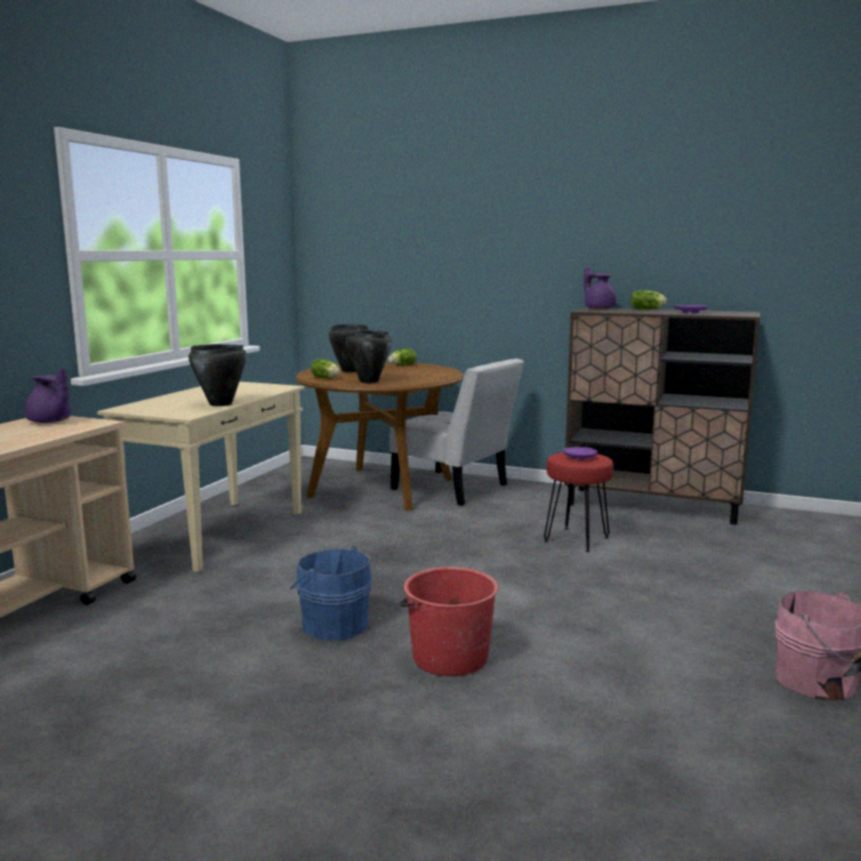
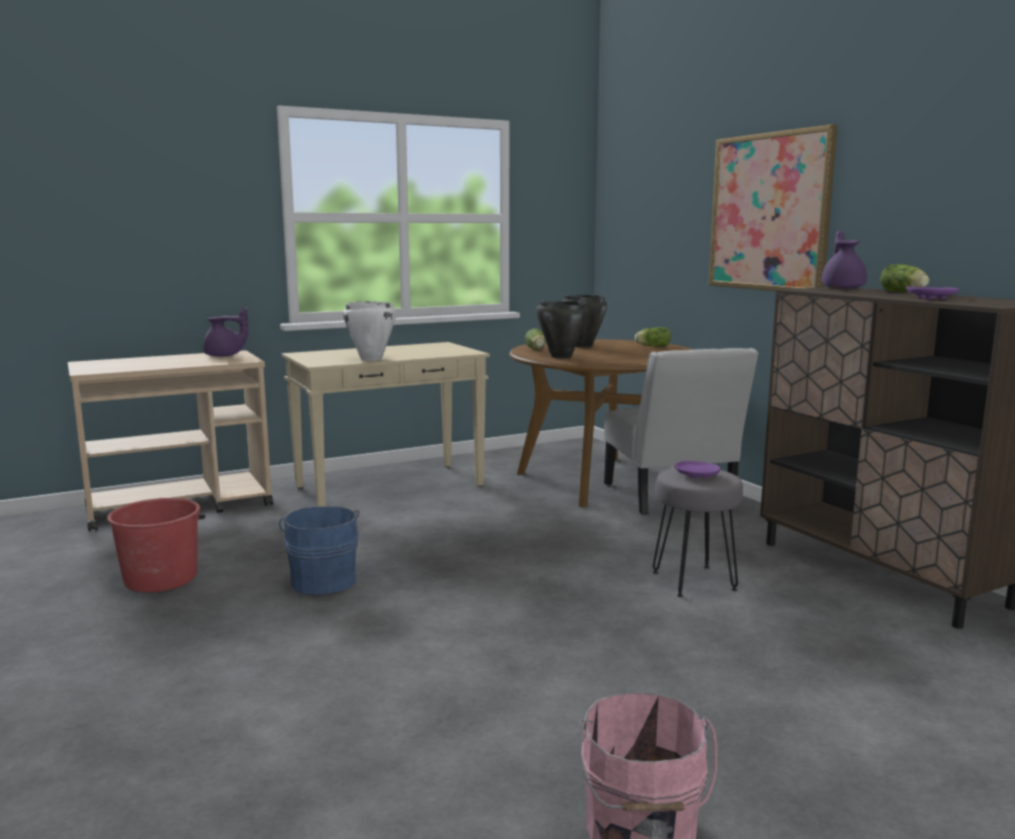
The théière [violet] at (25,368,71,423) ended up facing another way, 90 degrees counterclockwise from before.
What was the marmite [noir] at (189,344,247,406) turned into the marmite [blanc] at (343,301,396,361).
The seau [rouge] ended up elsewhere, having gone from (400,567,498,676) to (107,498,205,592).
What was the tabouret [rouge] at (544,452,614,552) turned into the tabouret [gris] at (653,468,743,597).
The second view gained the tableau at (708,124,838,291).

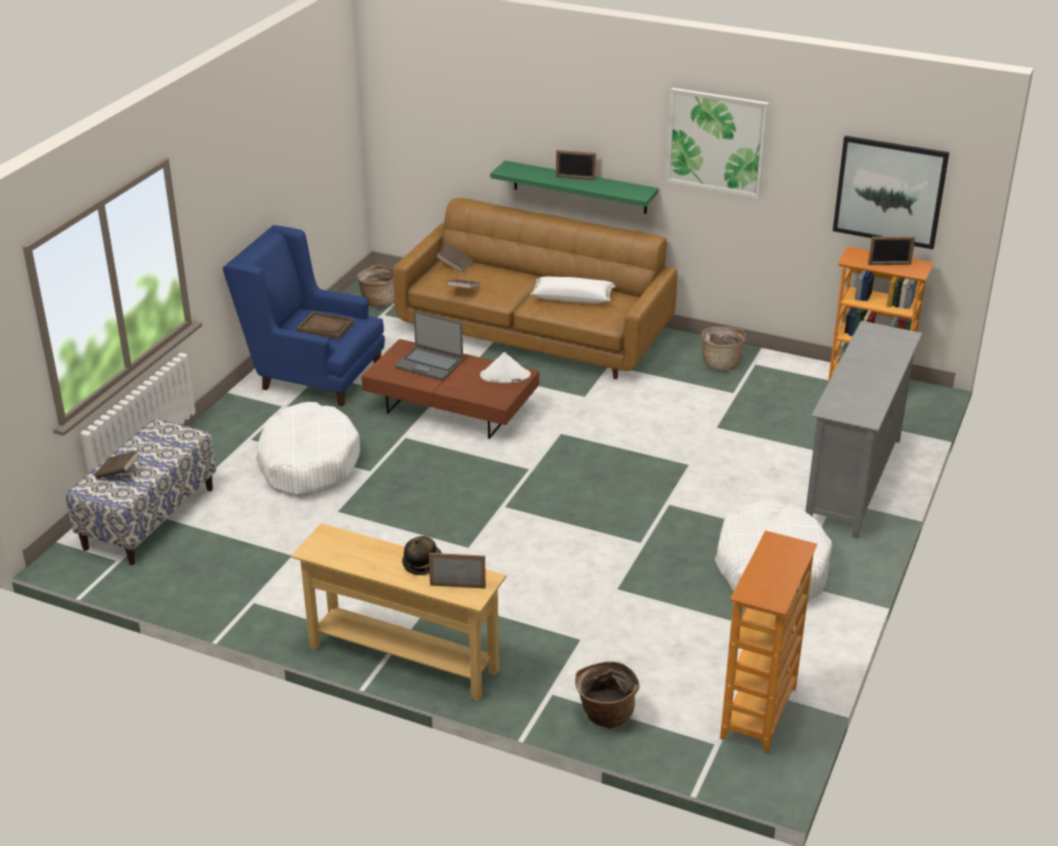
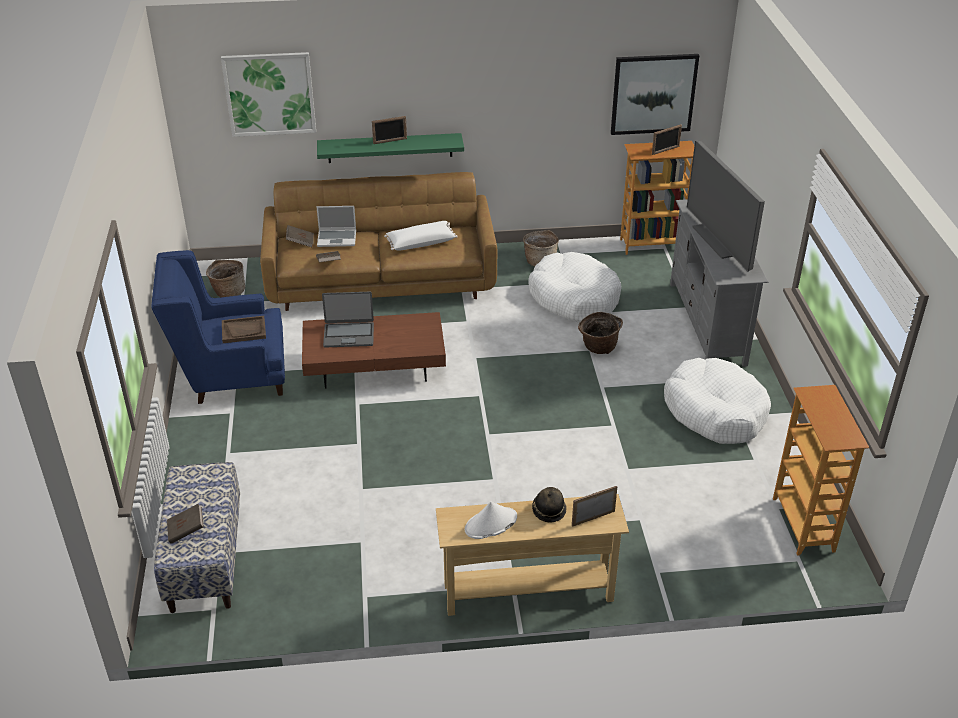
The panier pour chien [blanc] ended up elsewhere, having gone from (256,402,360,497) to (529,252,621,323).
The chapeau [blanc] ended up elsewhere, having gone from (480,352,531,383) to (465,502,517,539).
The panier ended up elsewhere, having gone from (575,661,640,729) to (578,312,623,354).
The tableau ended up elsewhere, having gone from (666,88,769,198) to (221,52,316,137).
The second view gained the ordinateur portable at (316,206,356,247).
The second view gained the téléviseur at (687,141,765,272).

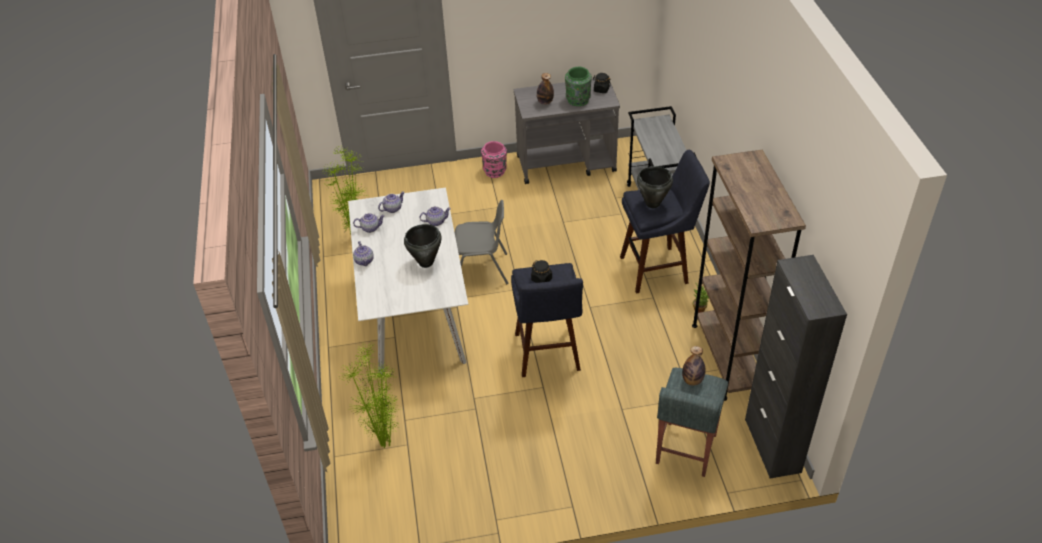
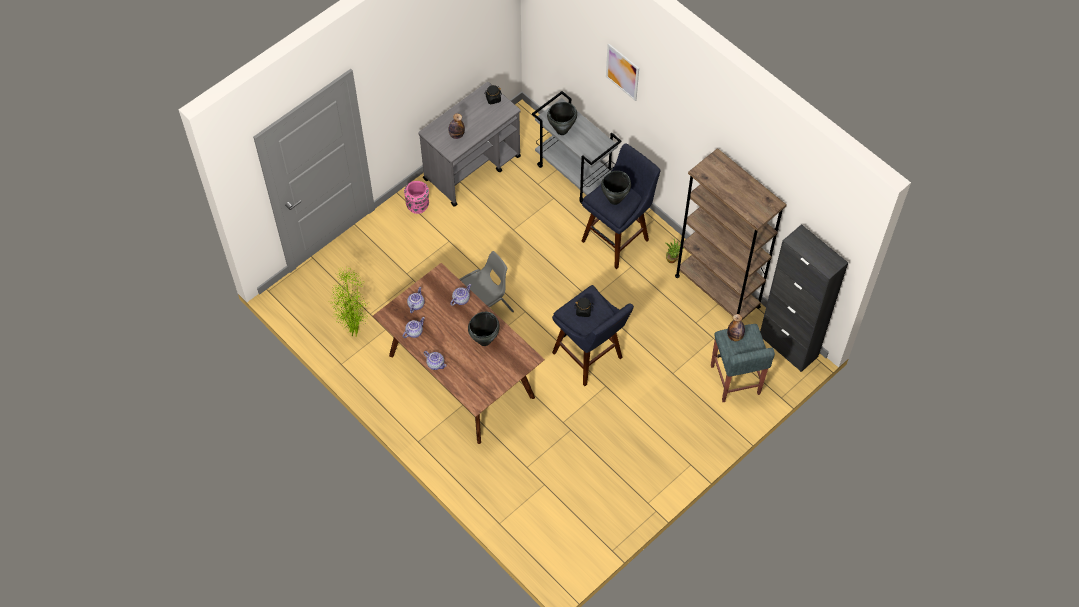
The second view lost the plante en pot at (342,342,402,448).
What was the table à manger [blanc] at (348,187,468,375) turned into the table à manger [marron] at (373,263,545,444).
The second view lost the vase [vert] at (565,67,592,106).
The second view gained the marmite [noir] at (547,102,577,135).
The second view gained the tableau at (606,43,639,101).

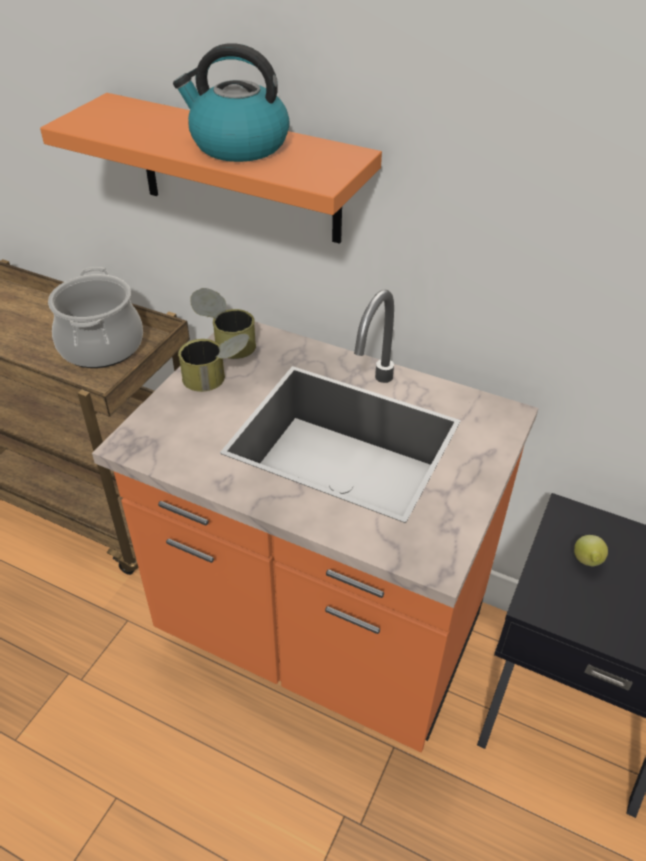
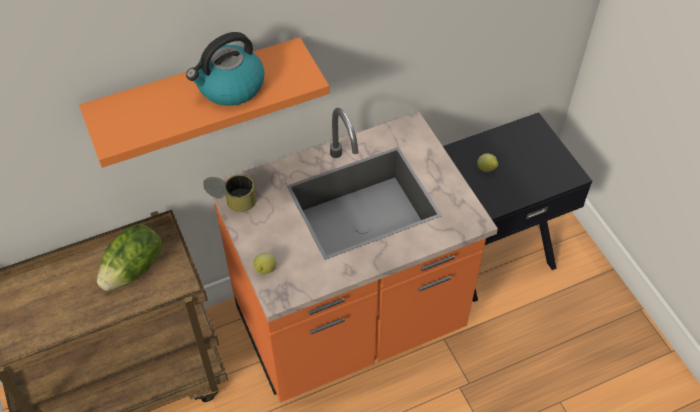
Where the marmite stood at (48,267,143,368), the laitue came to stand at (97,224,162,291).
The second view lost the boîte métallique at (178,334,250,392).
The second view gained the citron at (253,253,277,274).

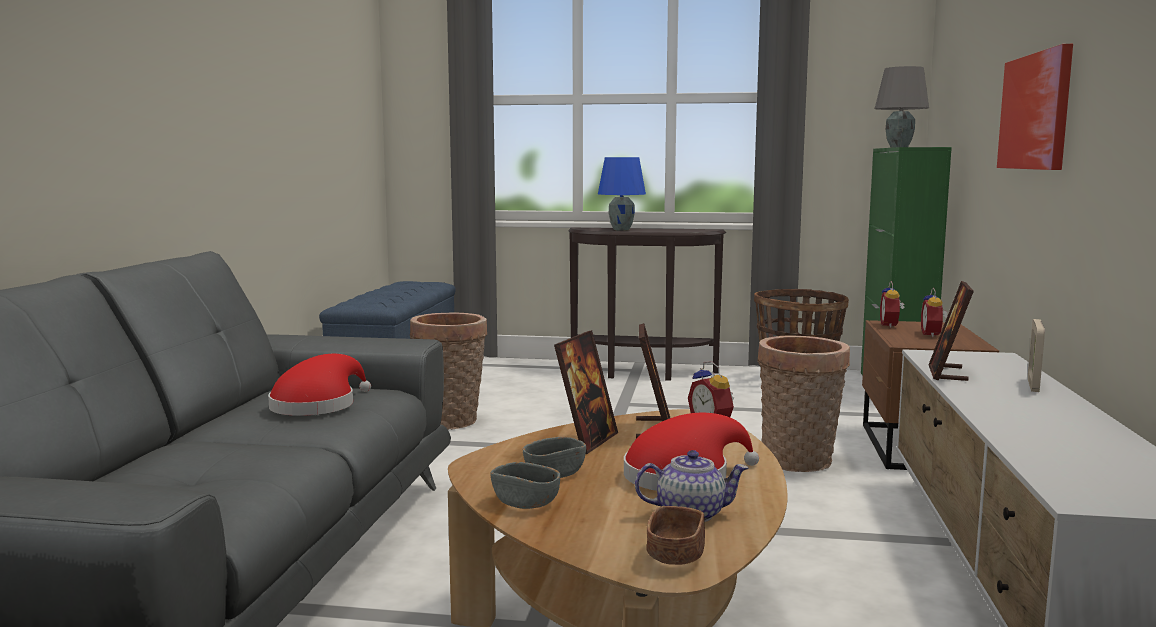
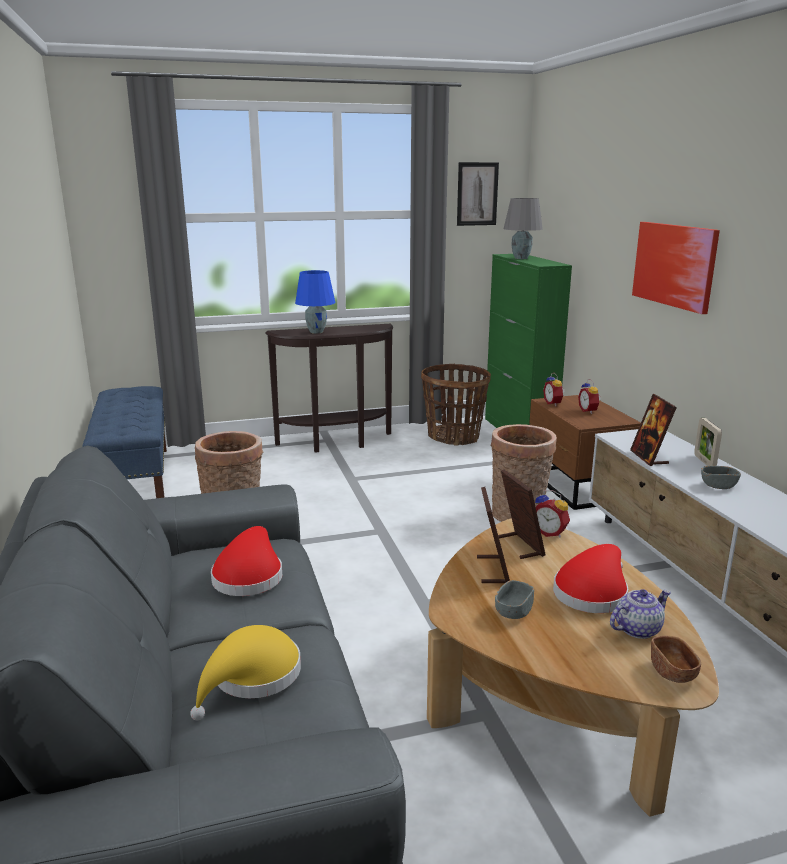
The bol [gris] ended up elsewhere, having gone from (491,462,560,509) to (701,466,741,489).
The second view gained the chapeau [jaune] at (190,625,301,720).
The second view gained the tableau at (457,162,499,226).

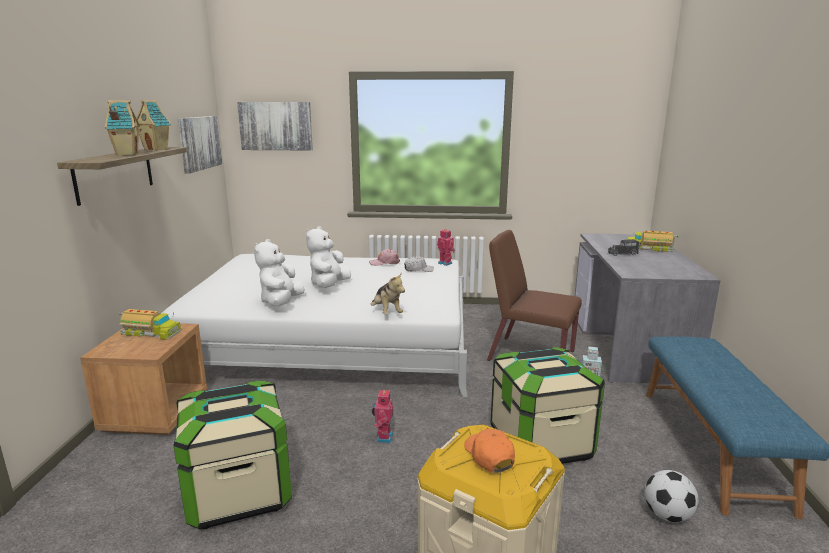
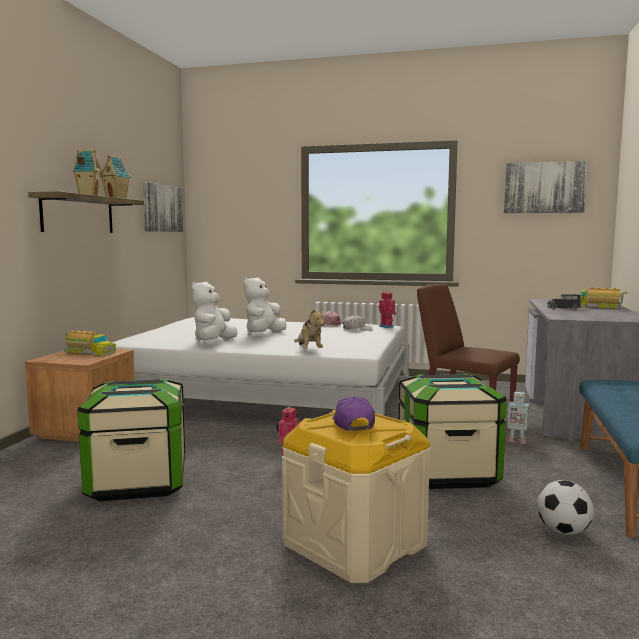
The tableau ended up elsewhere, having gone from (237,102,313,150) to (504,161,588,213).
What was the casquette [orange] at (464,429,515,473) turned into the casquette [violet] at (332,396,375,431).

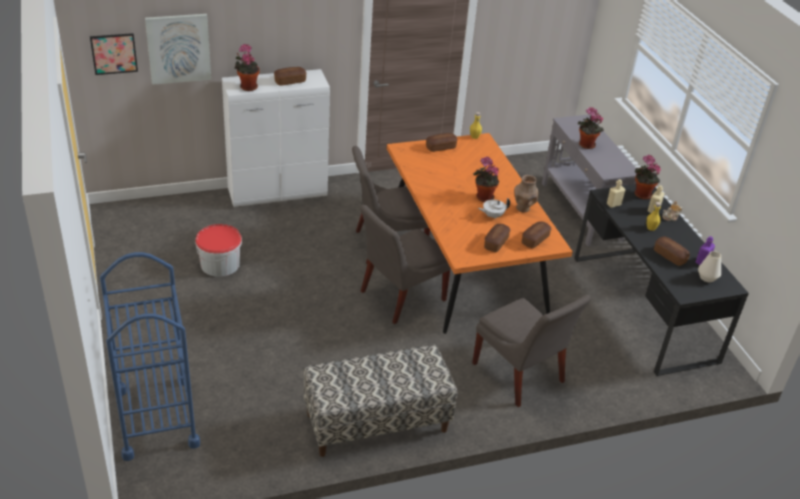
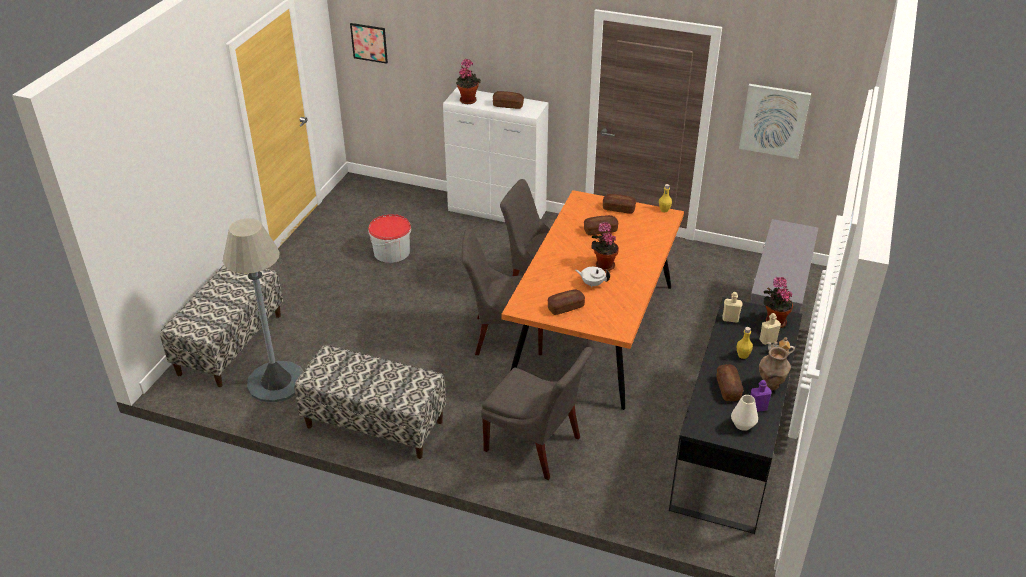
Where the chariot [bleu] stood at (100,252,200,461), the banc came to stand at (160,265,283,387).
The tableau ended up elsewhere, having gone from (145,14,211,85) to (739,84,811,159).
The chaise [gris] at (472,295,591,407) ended up facing another way, 60 degrees counterclockwise from before.
The vase [marron] ended up elsewhere, having gone from (514,175,539,212) to (759,347,791,390).
The pain ended up elsewhere, having gone from (522,221,551,248) to (584,215,618,235).
The second view lost the plante en pot at (578,107,604,149).
The second view gained the lampadaire [gris] at (223,218,303,403).

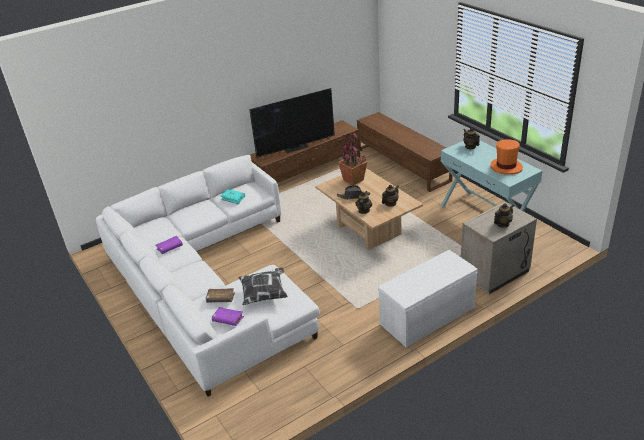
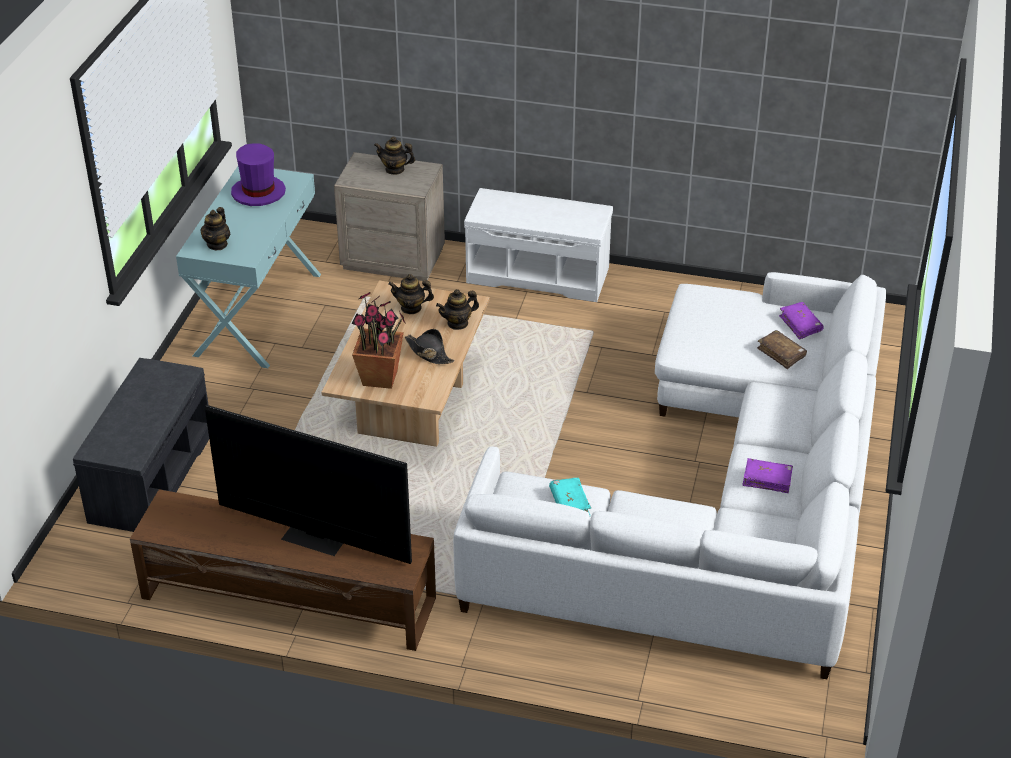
The second view lost the coussin at (238,268,288,305).
Where the meuble télé [marron] stood at (357,112,453,192), the banc [gris] came to stand at (73,358,209,532).
What was the chapeau [orange] at (490,139,523,175) turned into the chapeau [violet] at (231,143,286,206).

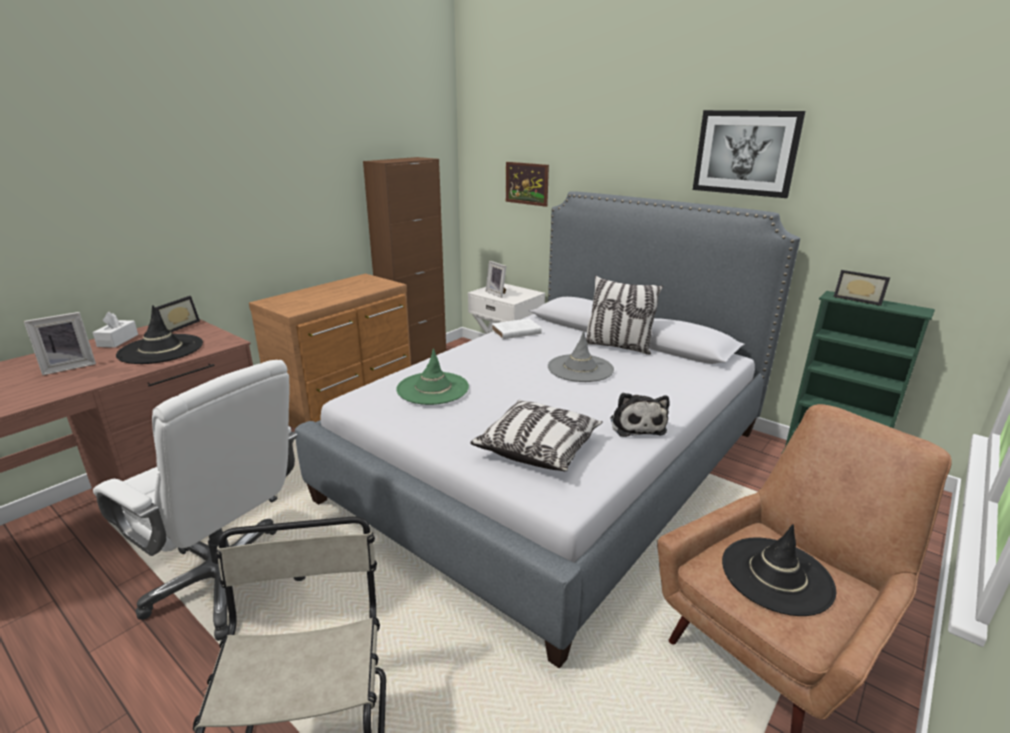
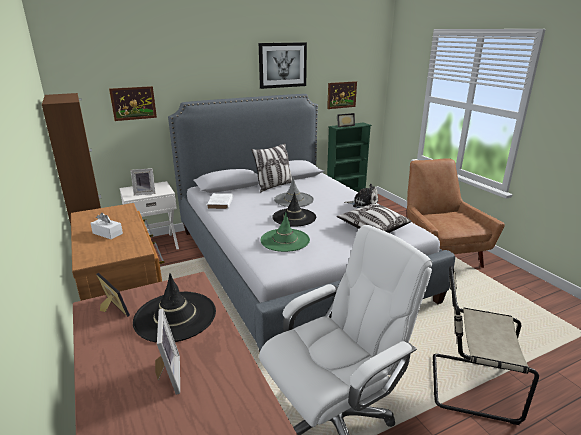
The boîte à mouchoirs [blanc] ended up elsewhere, having gone from (92,312,138,348) to (91,213,123,239).
The chapeau [noir] ended up elsewhere, having gone from (722,524,836,616) to (272,192,316,227).
The second view gained the tableau at (327,81,357,109).

